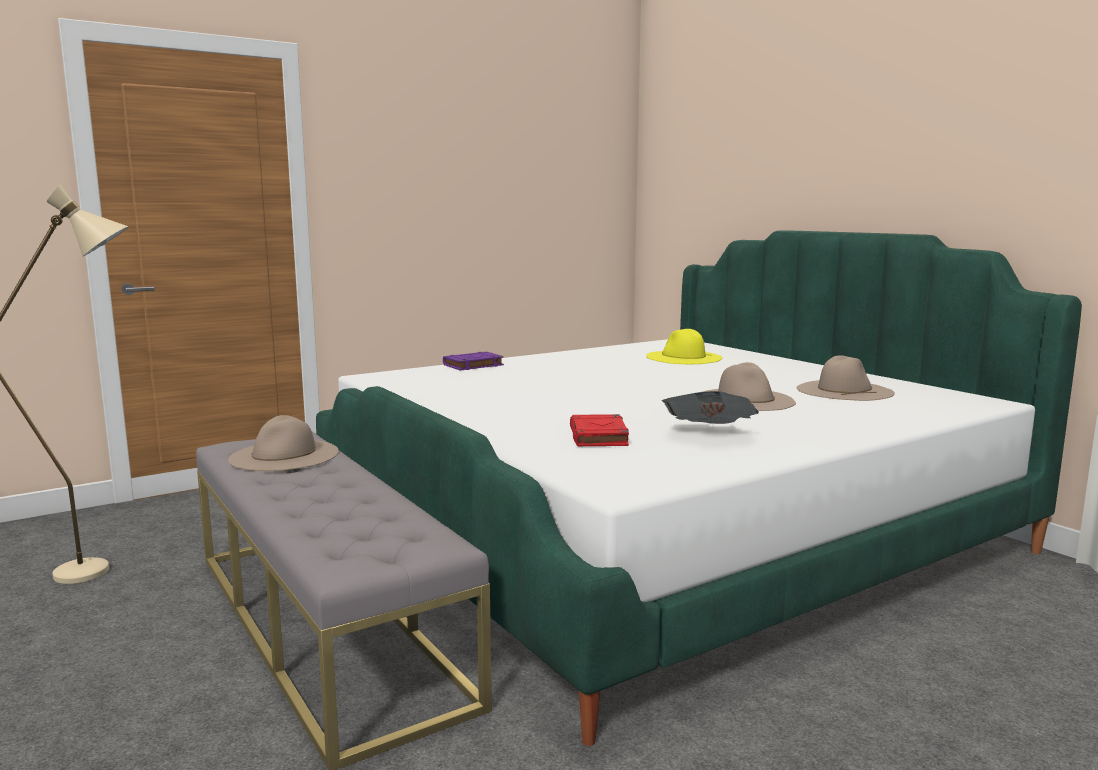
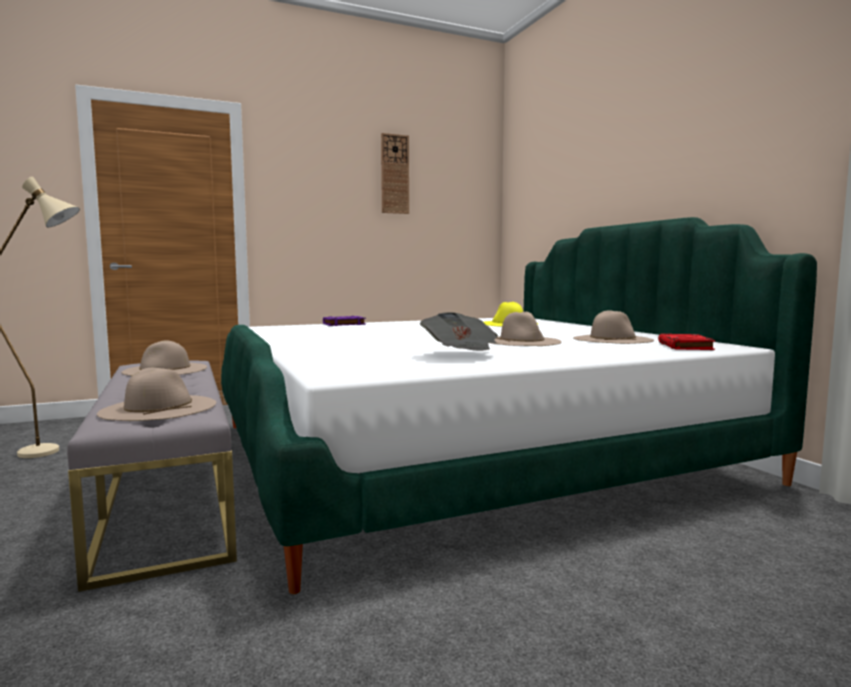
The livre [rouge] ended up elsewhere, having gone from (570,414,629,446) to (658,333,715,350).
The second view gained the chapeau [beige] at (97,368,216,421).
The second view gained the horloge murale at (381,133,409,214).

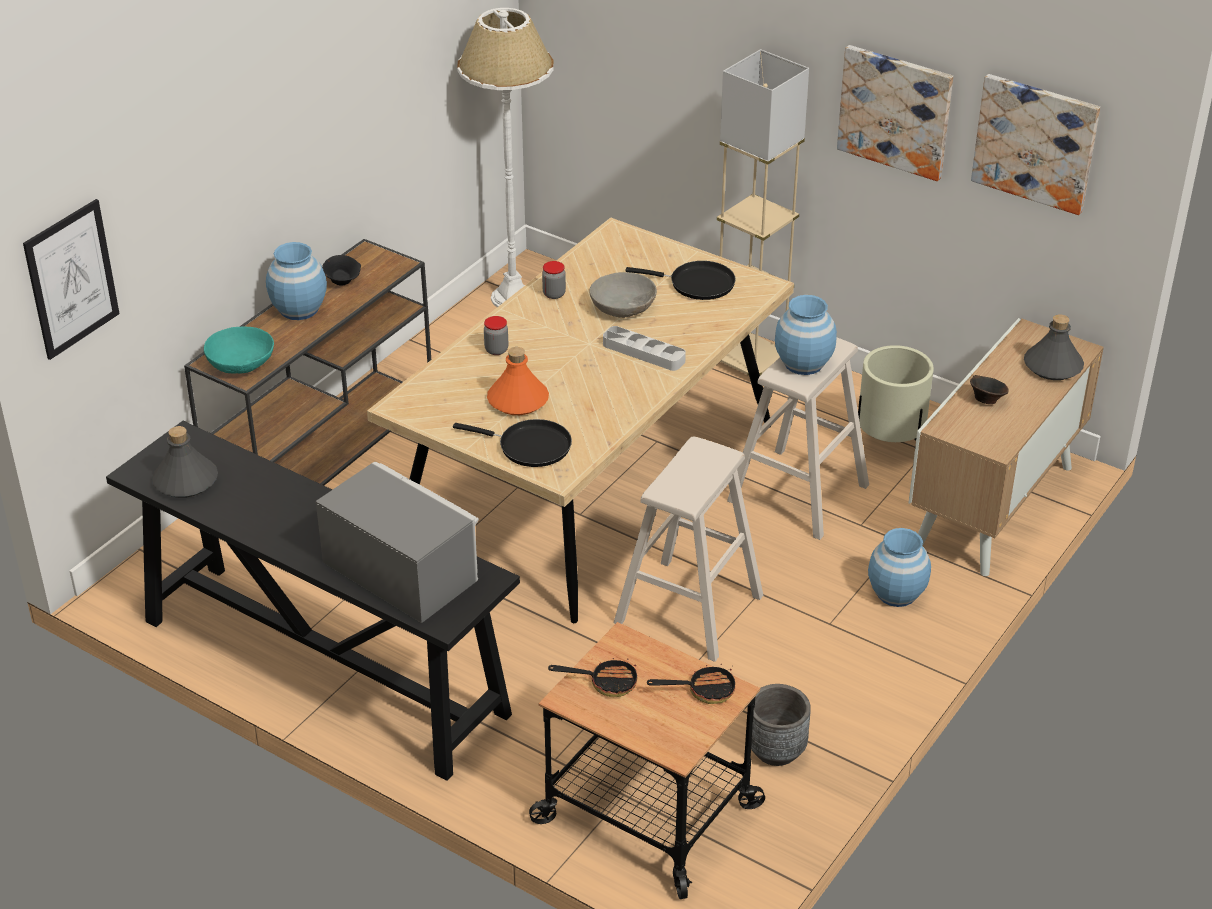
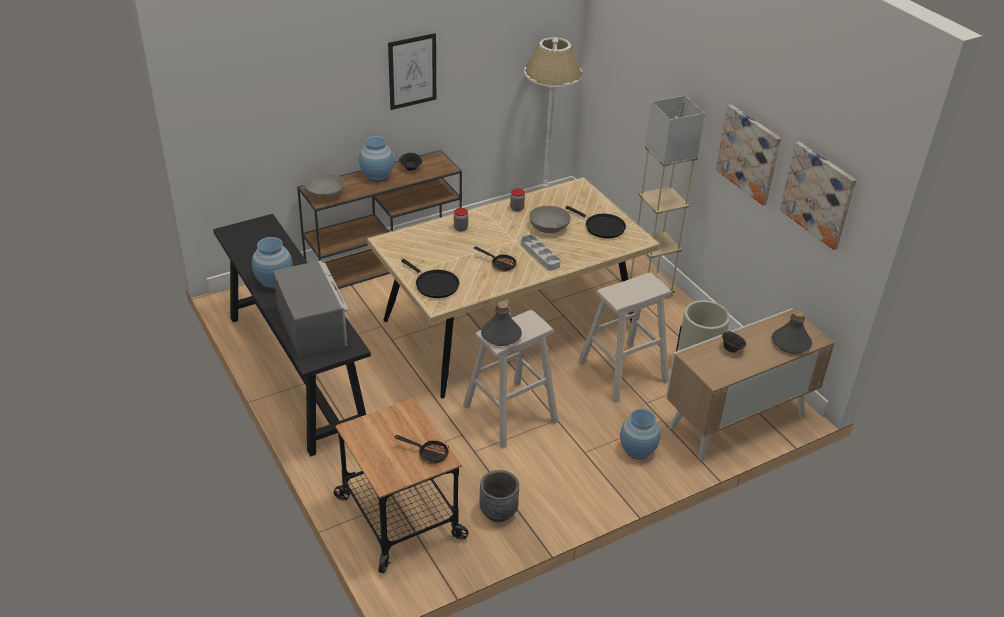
The tableau ended up elsewhere, having gone from (23,199,119,360) to (388,33,436,110).
The bouteille [gris] ended up elsewhere, having gone from (152,426,218,498) to (481,301,522,346).
What was the bol [turquoise] at (204,327,274,374) turned into the bol [gris] at (304,173,344,199).
The second view lost the bouteille [orange] at (487,347,549,415).
The poêle ended up elsewhere, having gone from (548,658,638,697) to (474,246,517,272).
The vase [bleu] ended up elsewhere, having gone from (775,295,837,375) to (252,237,293,289).

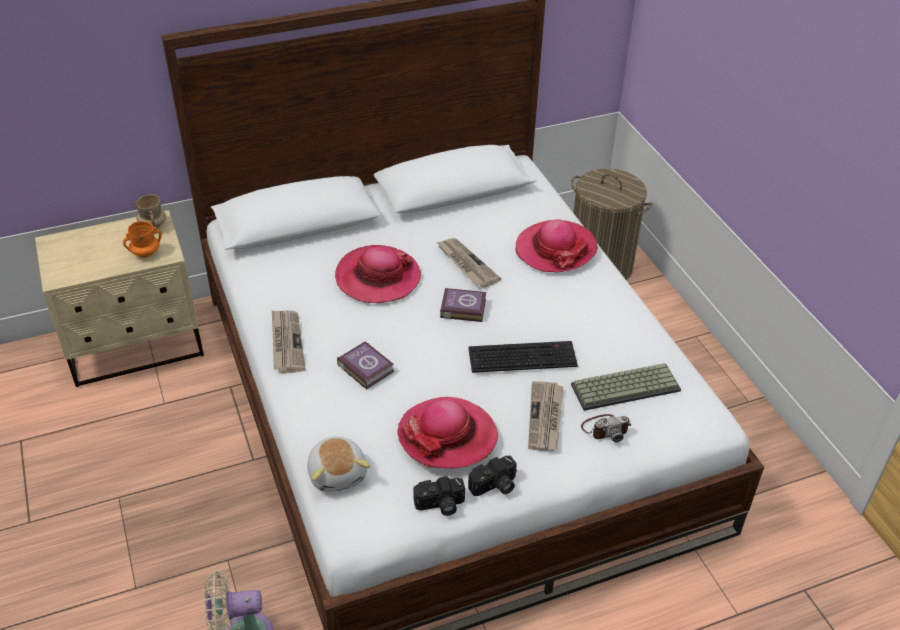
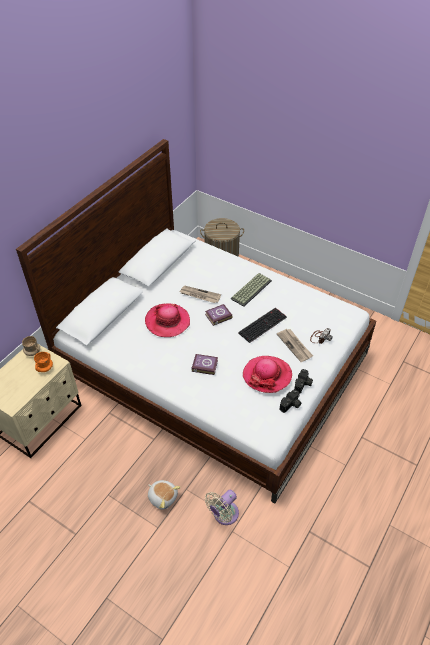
The second view lost the journal at (272,310,305,374).
The peluche ended up elsewhere, having gone from (307,436,370,492) to (148,480,181,510).
The second view lost the chapeau at (515,219,598,272).
The clavier ended up elsewhere, having gone from (571,363,681,411) to (231,273,272,307).

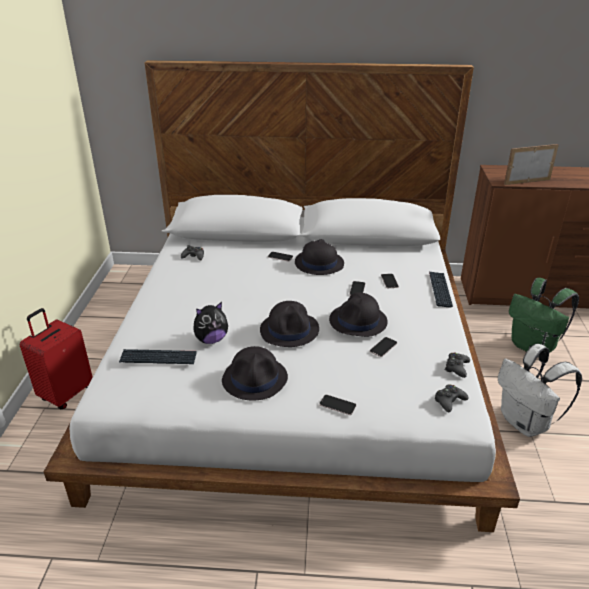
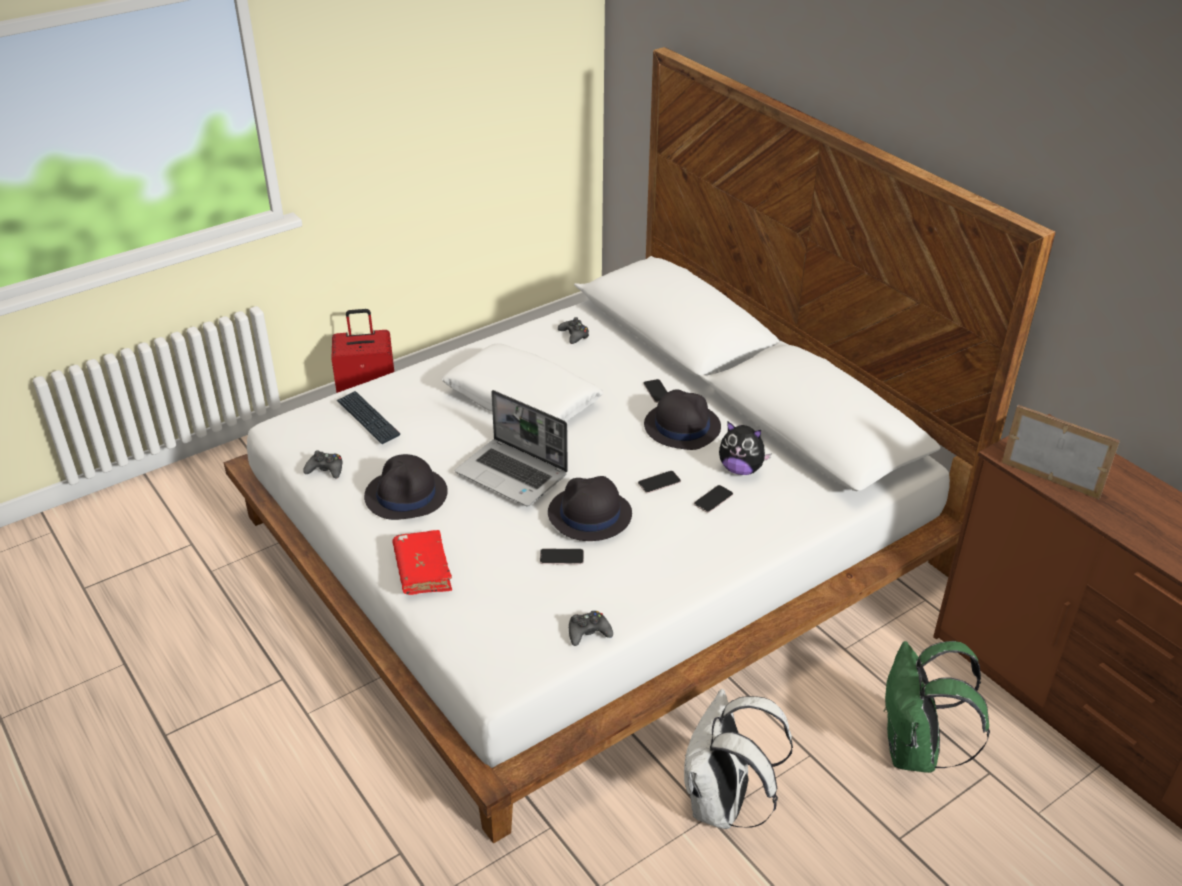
The peluche ended up elsewhere, having gone from (193,302,228,344) to (719,422,772,475).
Where the chapeau [noir] stood at (260,301,319,347), the ordinateur portable came to stand at (455,390,568,506).
Where the téléphone stood at (319,395,356,415), the livre [rouge] came to stand at (393,530,452,595).
The second view lost the clavier at (429,272,453,308).
The manette [noir] ended up elsewhere, having gone from (434,384,468,412) to (303,450,342,478).
The second view gained the coussin [blanc] at (442,343,604,422).

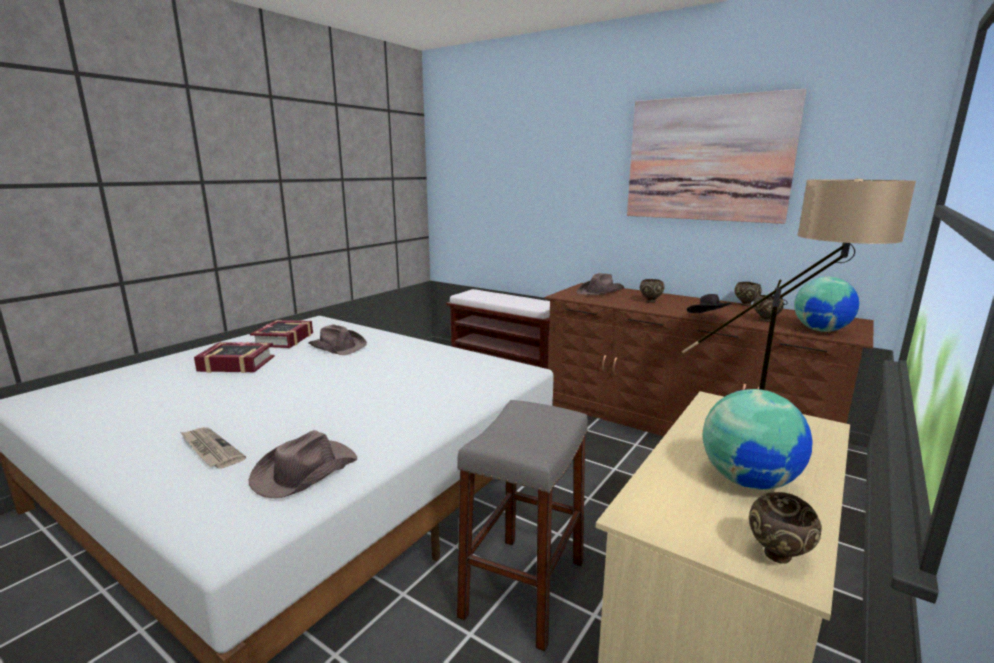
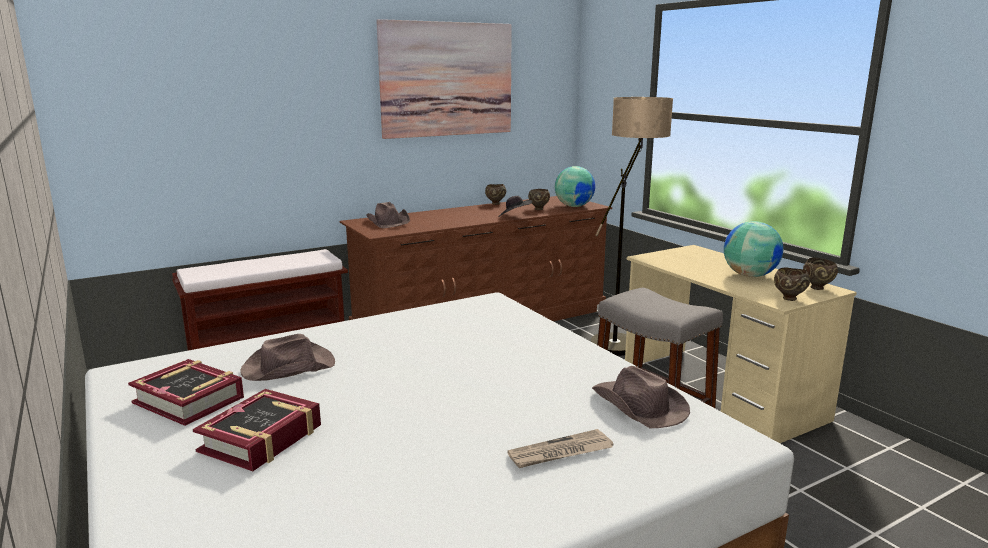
The bol [marron] ended up elsewhere, having gone from (640,279,664,303) to (774,267,810,301).

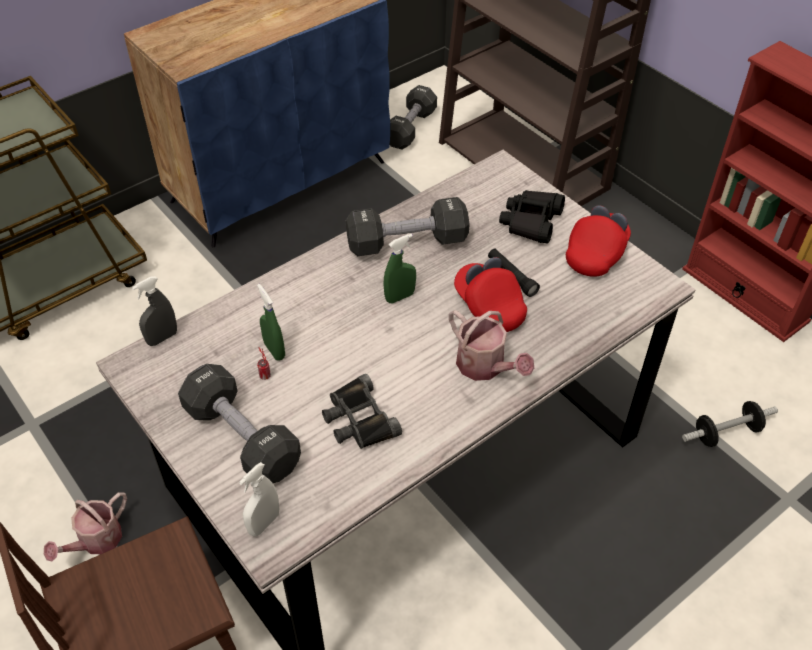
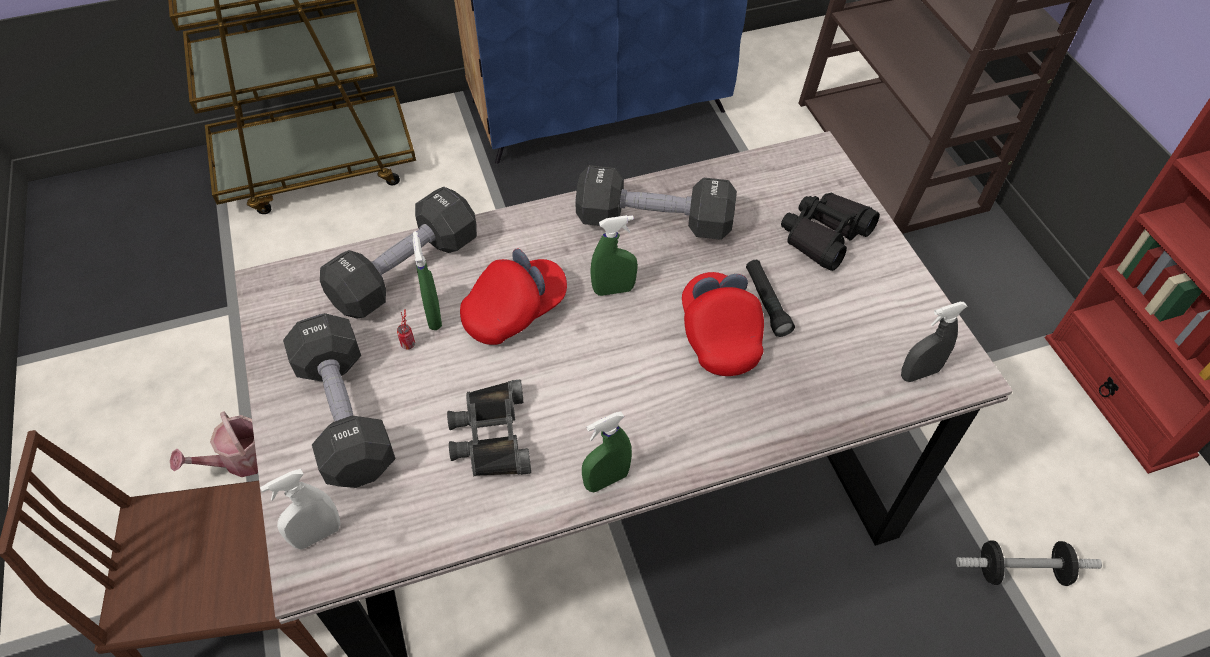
The vaporisateur [gris] ended up elsewhere, having gone from (132,276,177,346) to (901,302,968,382).
The haltère [noir] ended up elsewhere, having gone from (390,85,437,150) to (320,187,477,318).
The second view lost the arrosoir at (449,310,534,381).
The casquette [rouge] ended up elsewhere, having gone from (566,205,631,277) to (460,249,567,345).
The second view gained the vaporisateur [vert] at (582,411,632,492).

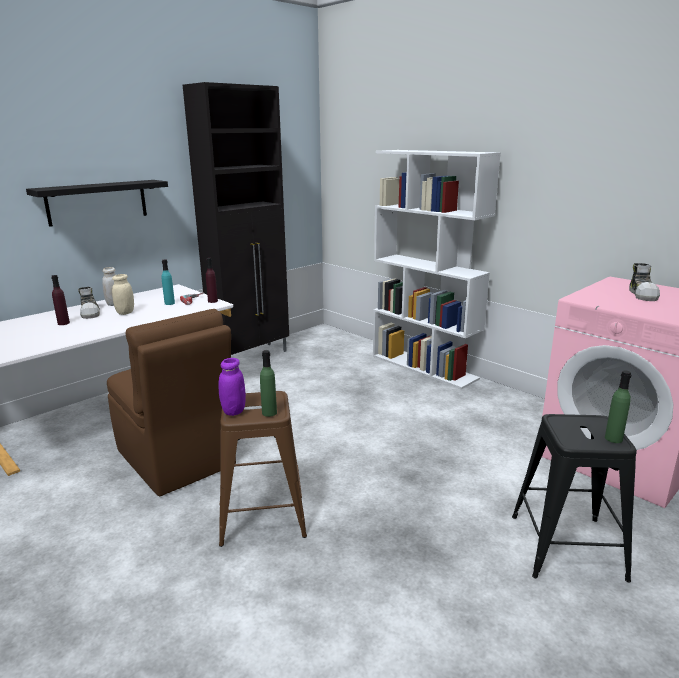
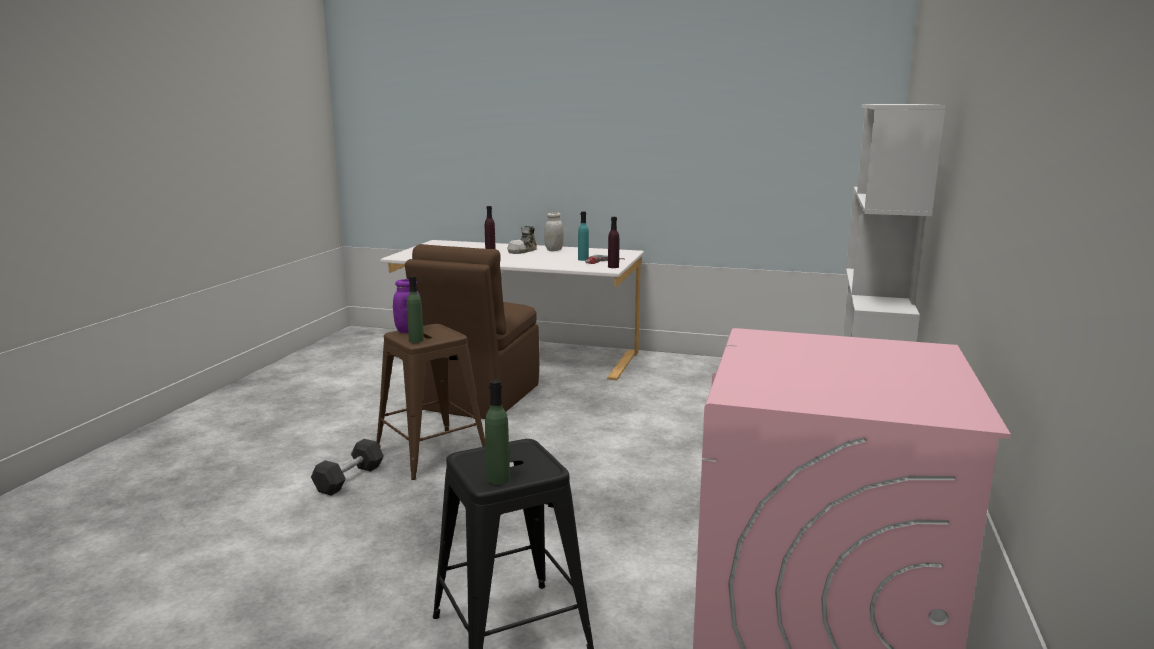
The second view lost the étagère [noir] at (26,180,168,227).
The second view lost the bocal [beige] at (112,274,134,315).
The second view lost the meuble de rangement [noir] at (183,82,289,355).
The second view lost the chaussure at (629,263,660,301).
The second view gained the haltère [noir] at (311,439,384,496).

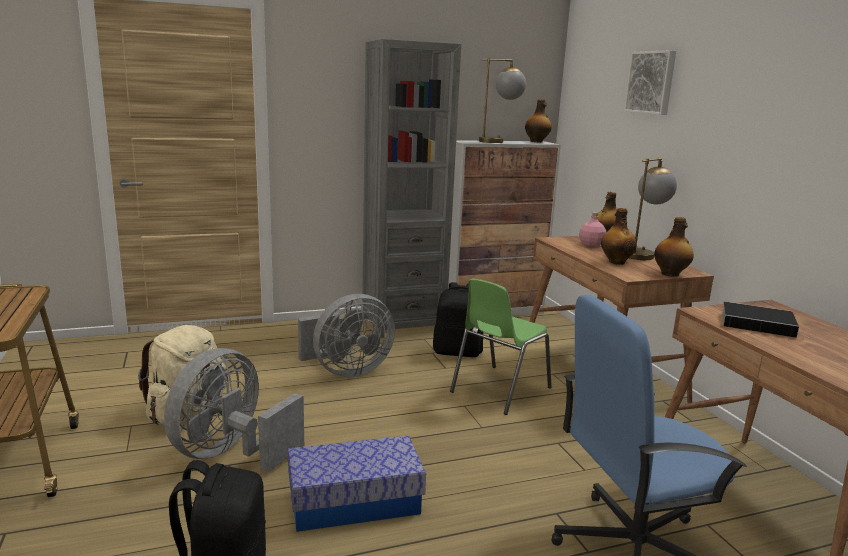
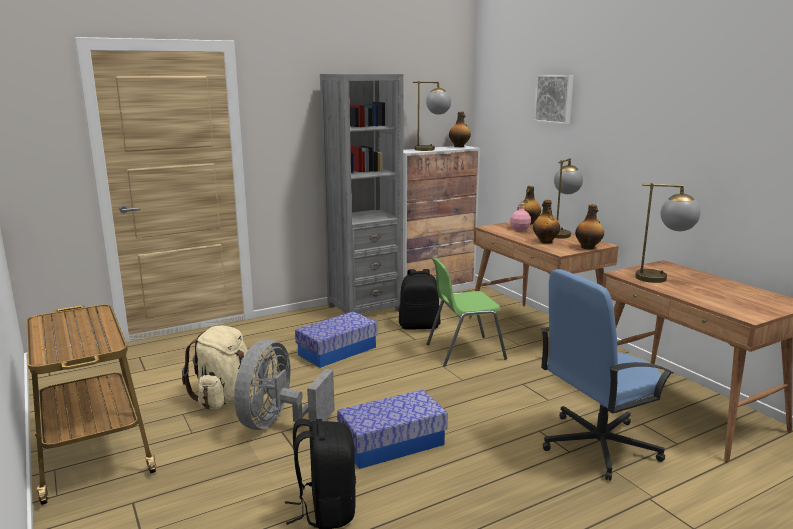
Where the ventilateur [gris] stood at (298,294,395,377), the boîte de rangement came to stand at (295,311,378,368).
The chaise [vert] at (450,279,551,415) ended up facing another way, 45 degrees clockwise from before.
Where the livre stood at (722,302,810,338), the lampe de table came to stand at (635,183,701,283).

